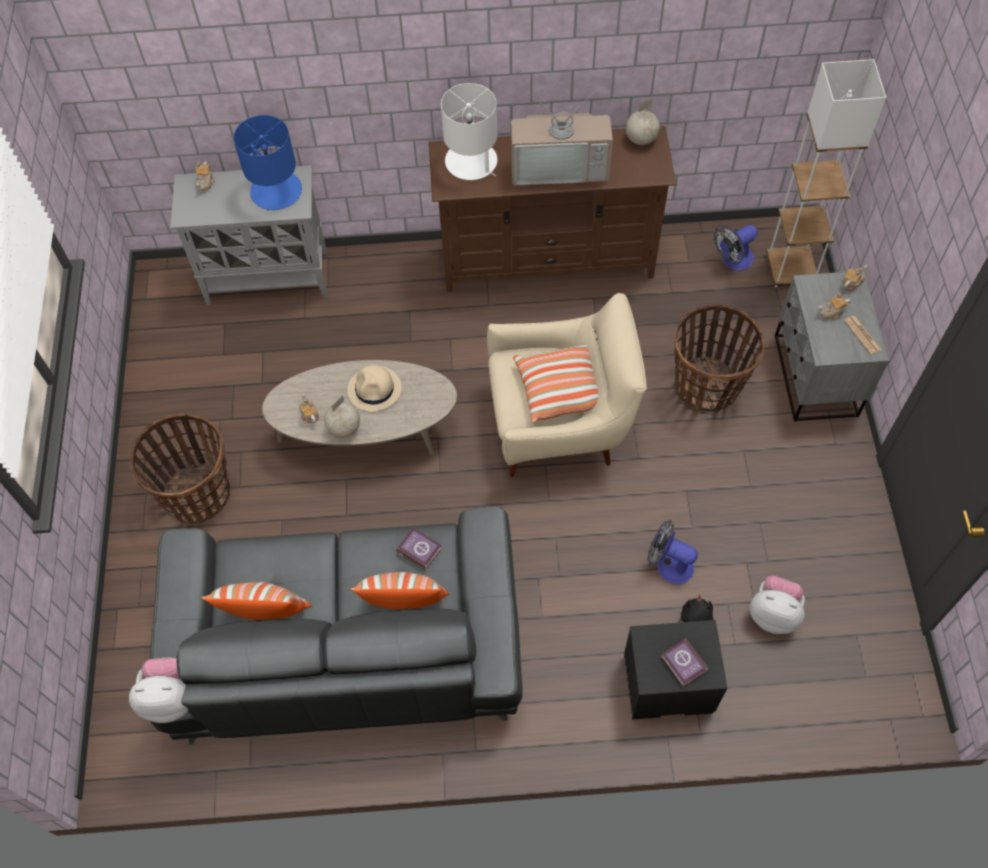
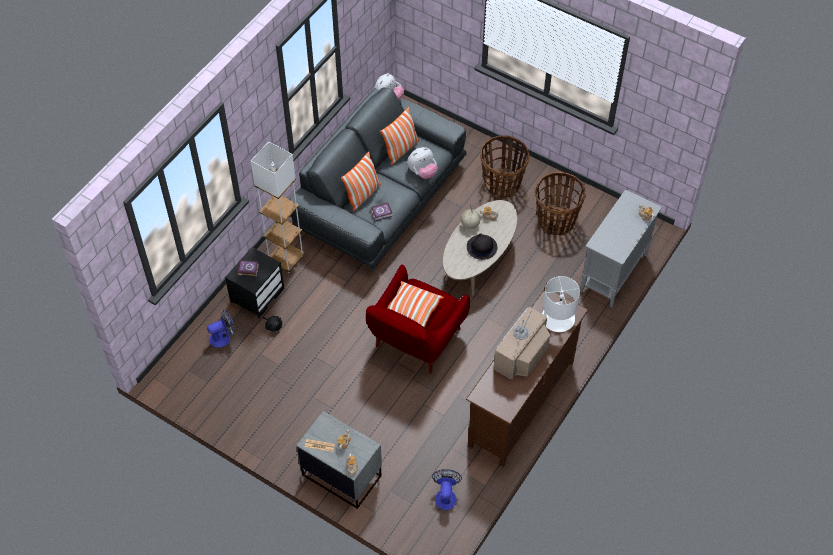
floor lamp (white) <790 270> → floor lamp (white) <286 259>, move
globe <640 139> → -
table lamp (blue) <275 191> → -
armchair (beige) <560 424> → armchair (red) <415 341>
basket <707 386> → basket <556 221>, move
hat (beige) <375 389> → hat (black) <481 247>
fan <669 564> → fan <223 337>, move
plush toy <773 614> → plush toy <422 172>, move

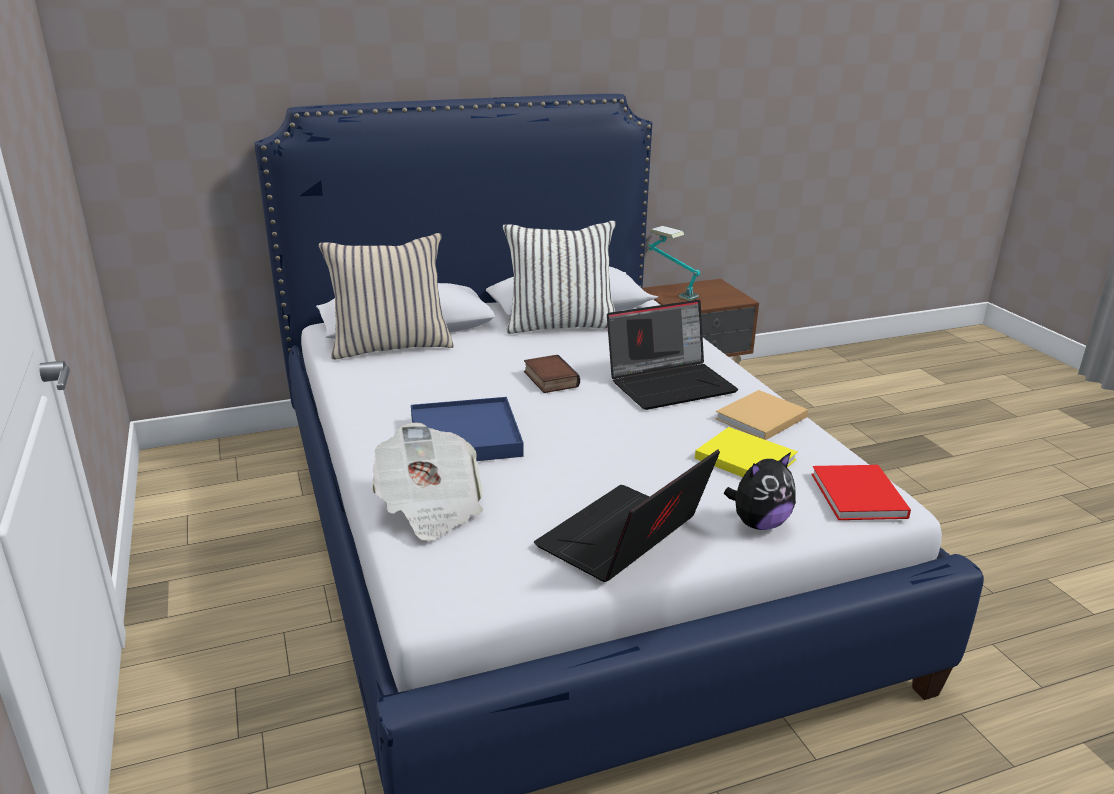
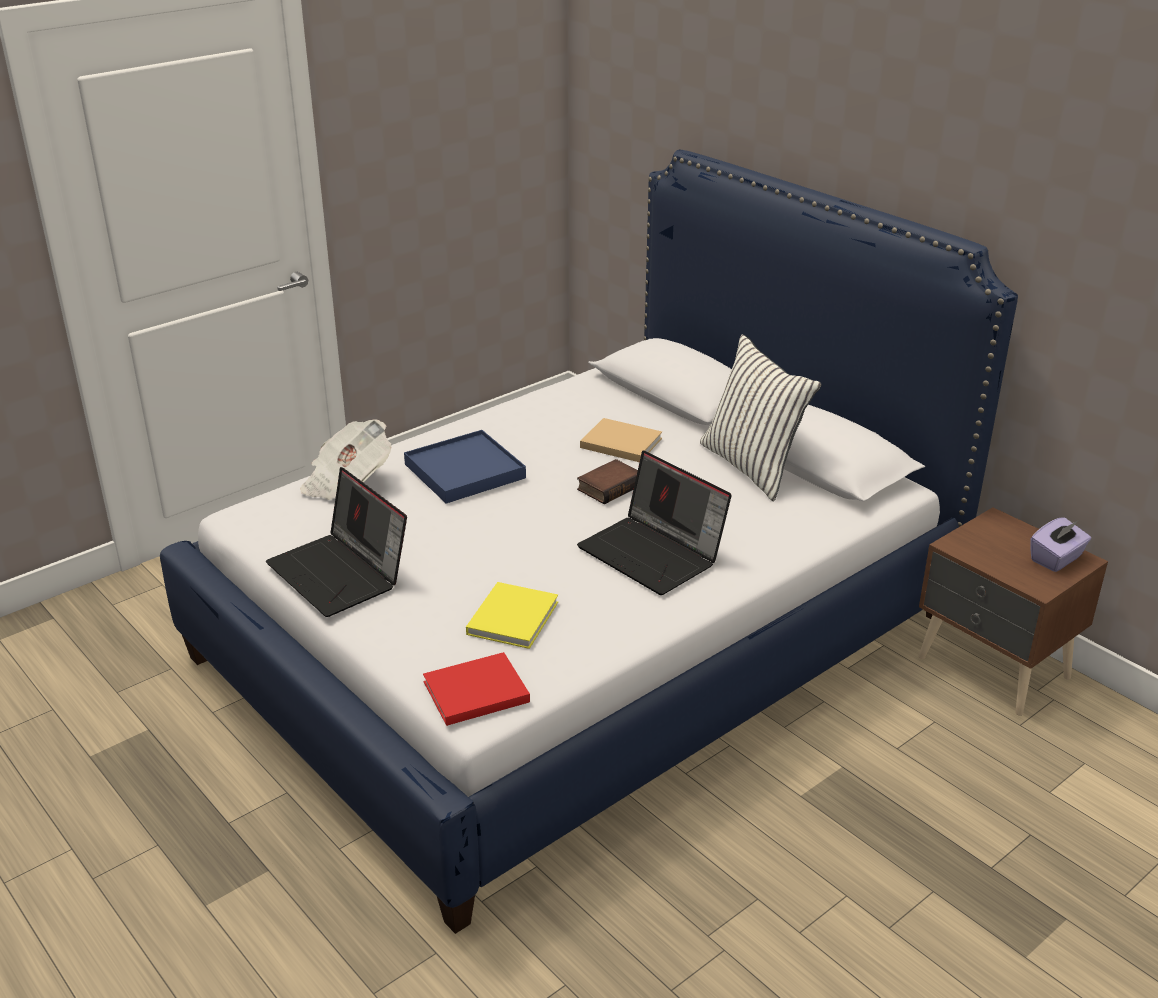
table lamp <670 291> → -
pillow (beige) <391 346> → -
book (beige) <759 419> → book (beige) <619 442>, move
laptop <623 540> → laptop <341 574>, 150 degrees counterclockwise
plush toy <758 523> → -
- → tissue box (purple) <1056 559>

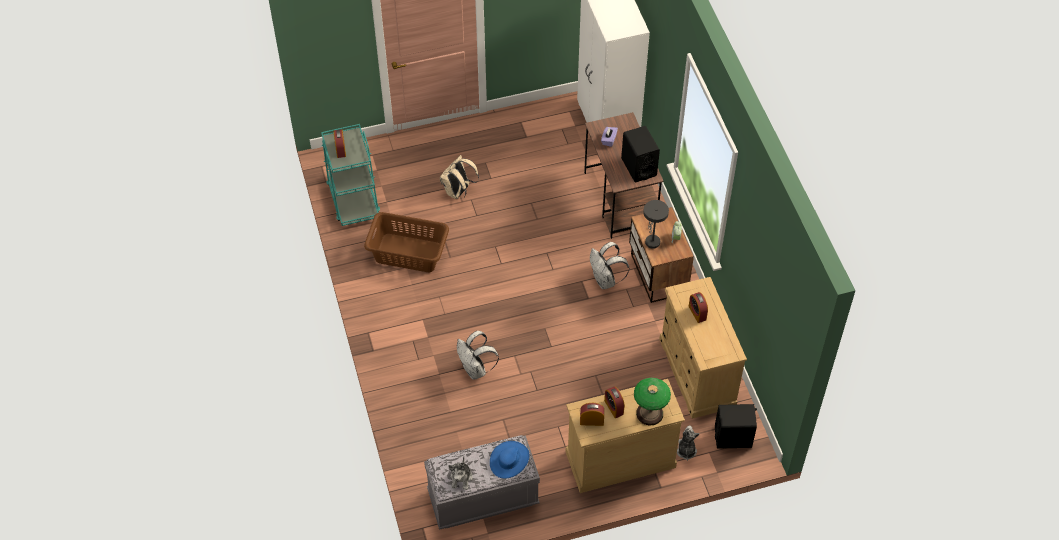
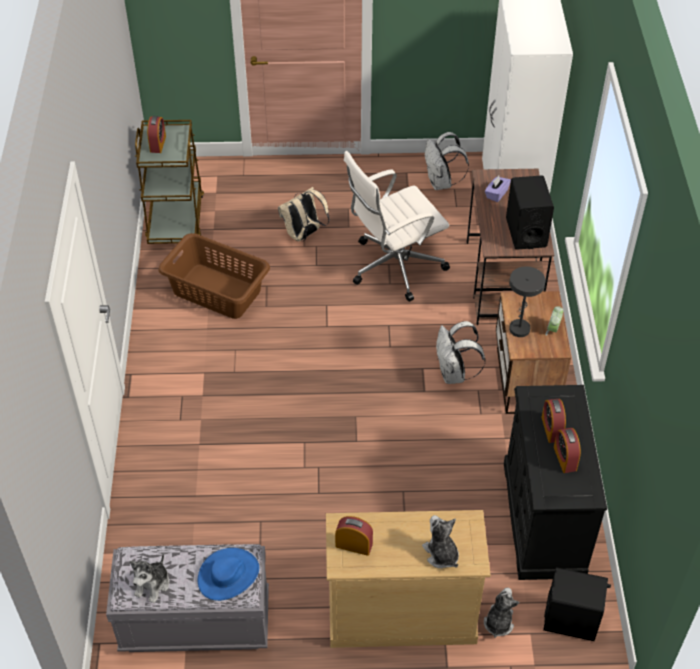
cart (turquoise) <353 199> → cart (brown) <175 219>
dresser (beige) <696 373> → dresser (black) <543 519>
backpack (white) <476 369> → backpack (white) <441 183>, move
table lamp <649 413> → plush toy <441 554>
alarm clock <613 407> → alarm clock <565 458>, move
- → office chair (white) <394 266>

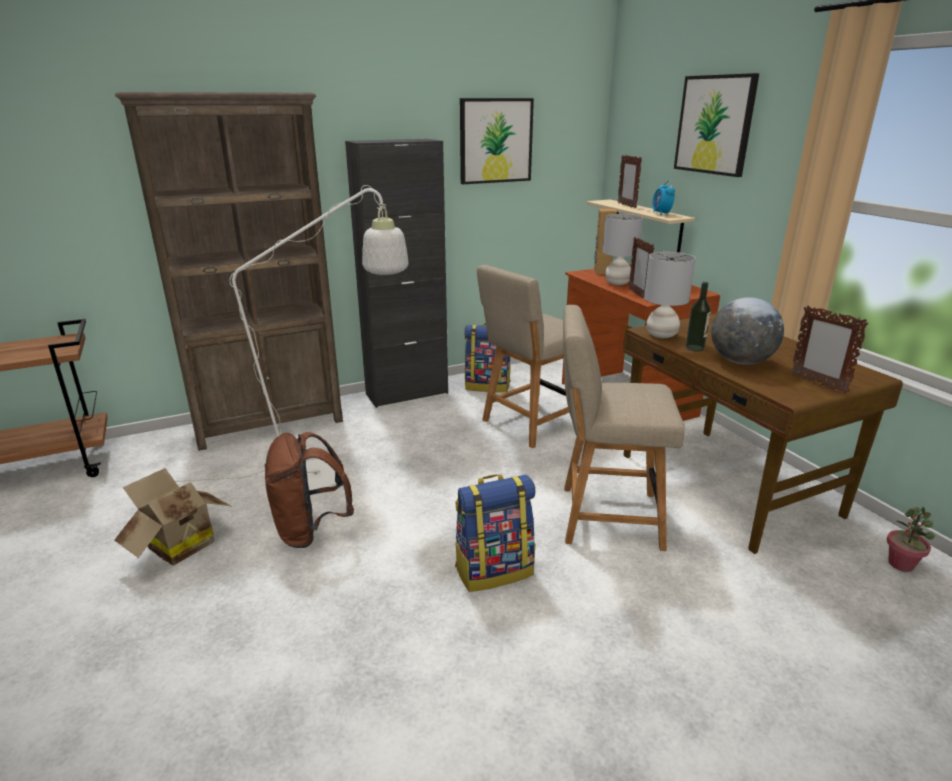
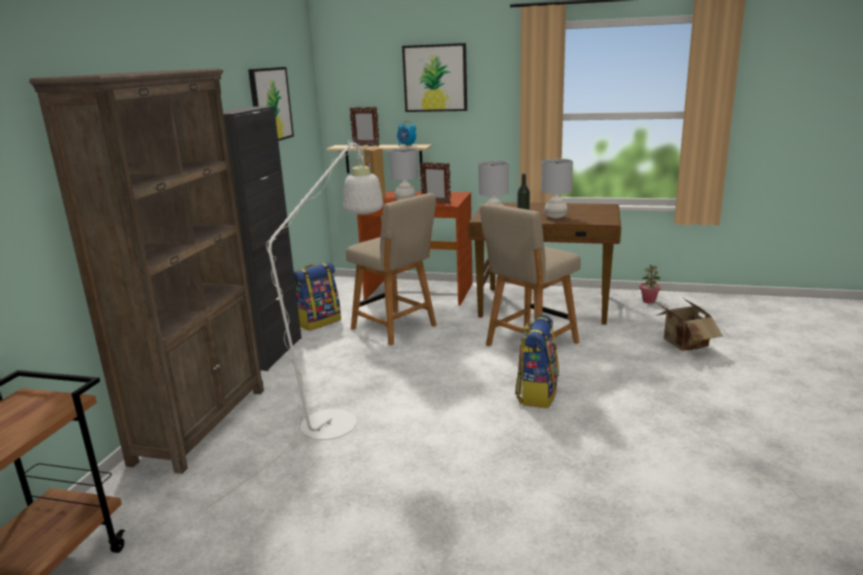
chair (beige) <529 424> → chair (beige) <396 328>, 45 degrees counterclockwise
globe <740 362> → table lamp (grey) <555 217>
picture frame <818 383> → -
backpack (brown) <310 530> → -
cardboard box <177 545> → cardboard box <683 345>, move

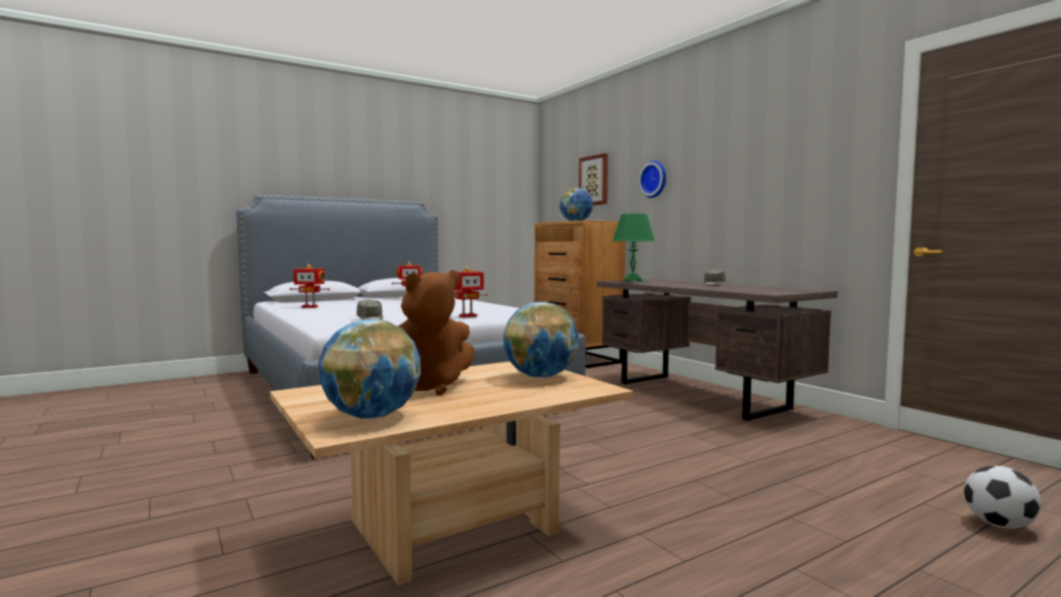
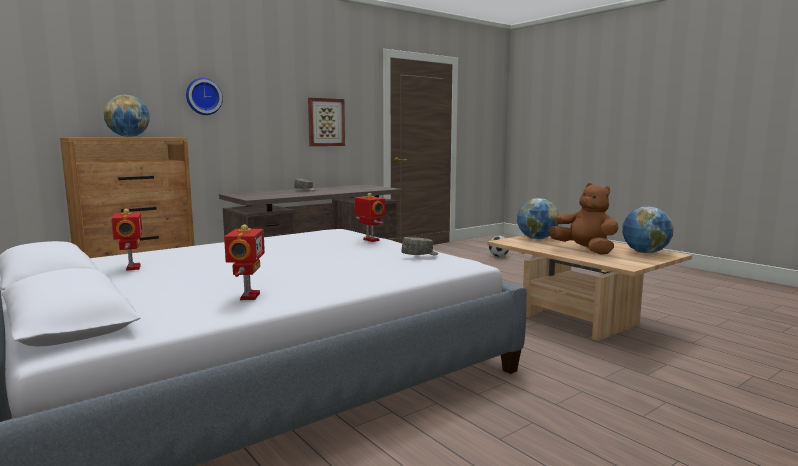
picture <594 180> → picture <326 122>, move
table lamp (green) <632 281> → -

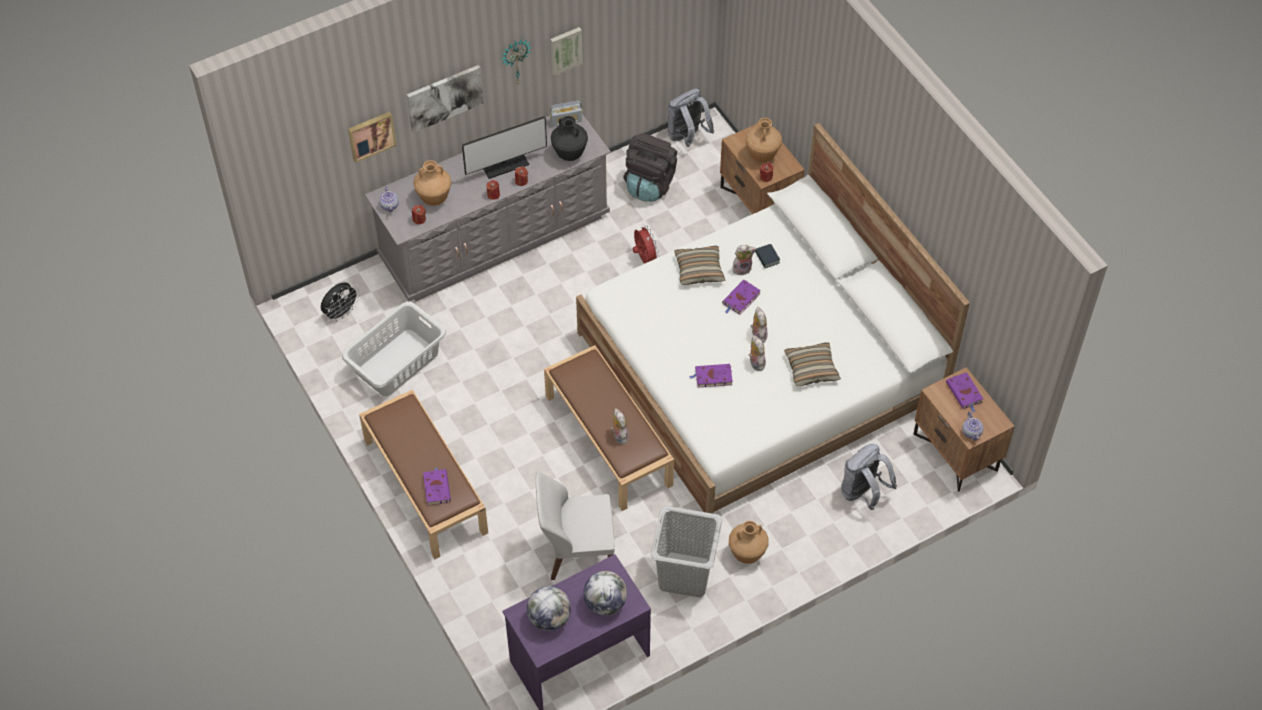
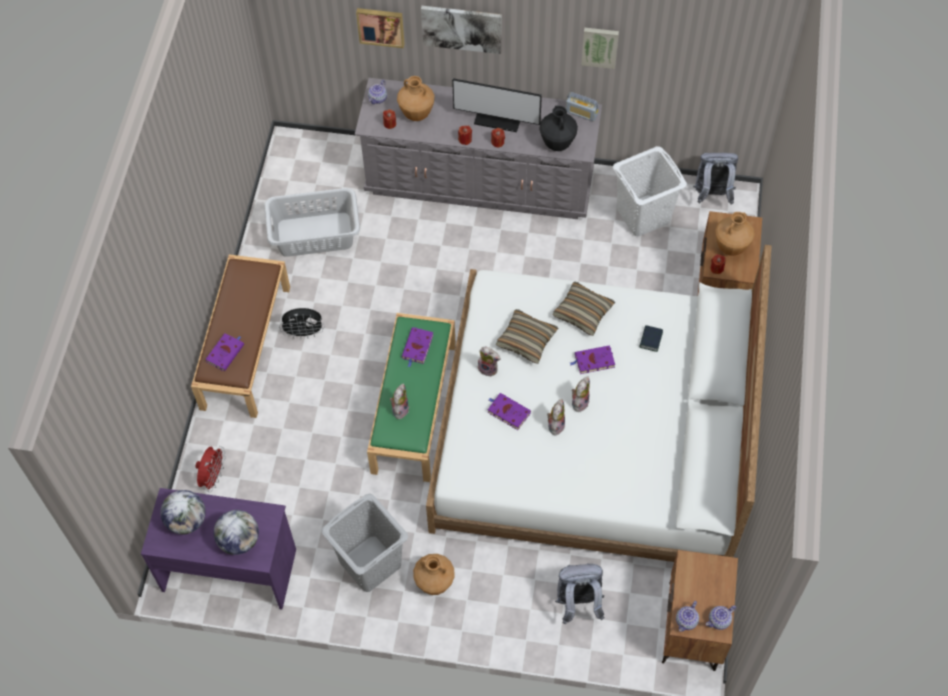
wall clock <515 61> → -
backpack (black) <650 184> → laundry basket (white) <644 216>
fan (red) <644 259> → fan (red) <213 477>, move
plush toy <742 268> → plush toy <489 368>, move
fan (black) <341 313> → fan (black) <304 333>, move
pillow <811 369> → pillow <526 340>, move
bench (brown) <609 440> → bench (green) <414 408>
book (purple) <965 393> → book (purple) <417 348>, move
chair (white) <577 552> → -
- → teapot <719 620>

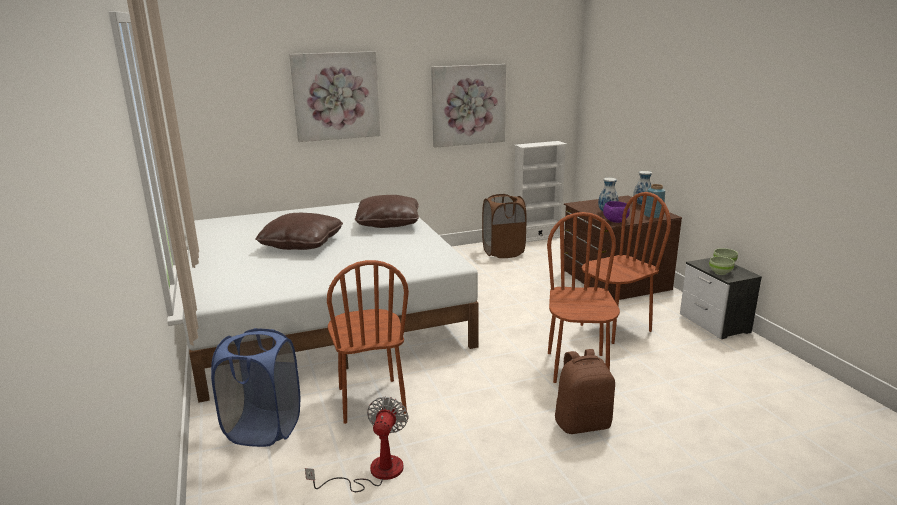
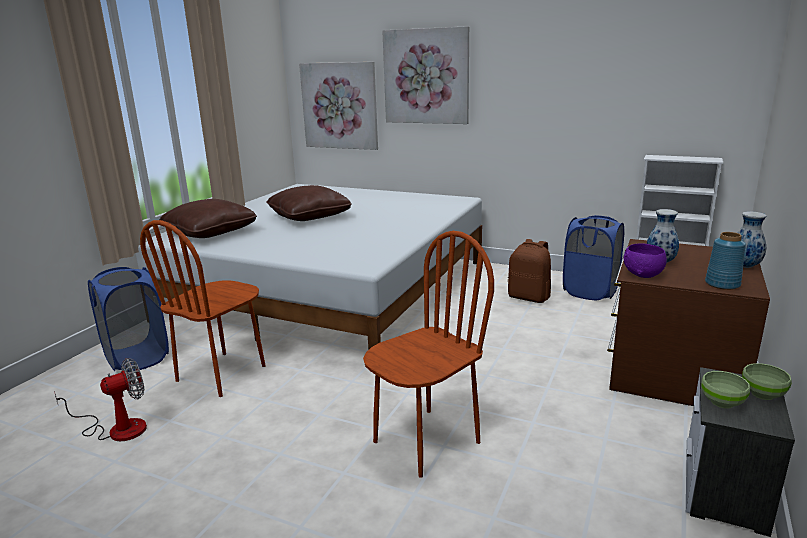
picture <468 105> → picture <339 106>, move
chair (brown) <615 328> → -
laundry basket (brown) <503 252> → laundry basket (blue) <590 291>
pillow (brown) <388 223> → pillow (brown) <210 233>, move
backpack (brown) <582 423> → backpack (brown) <529 297>, move

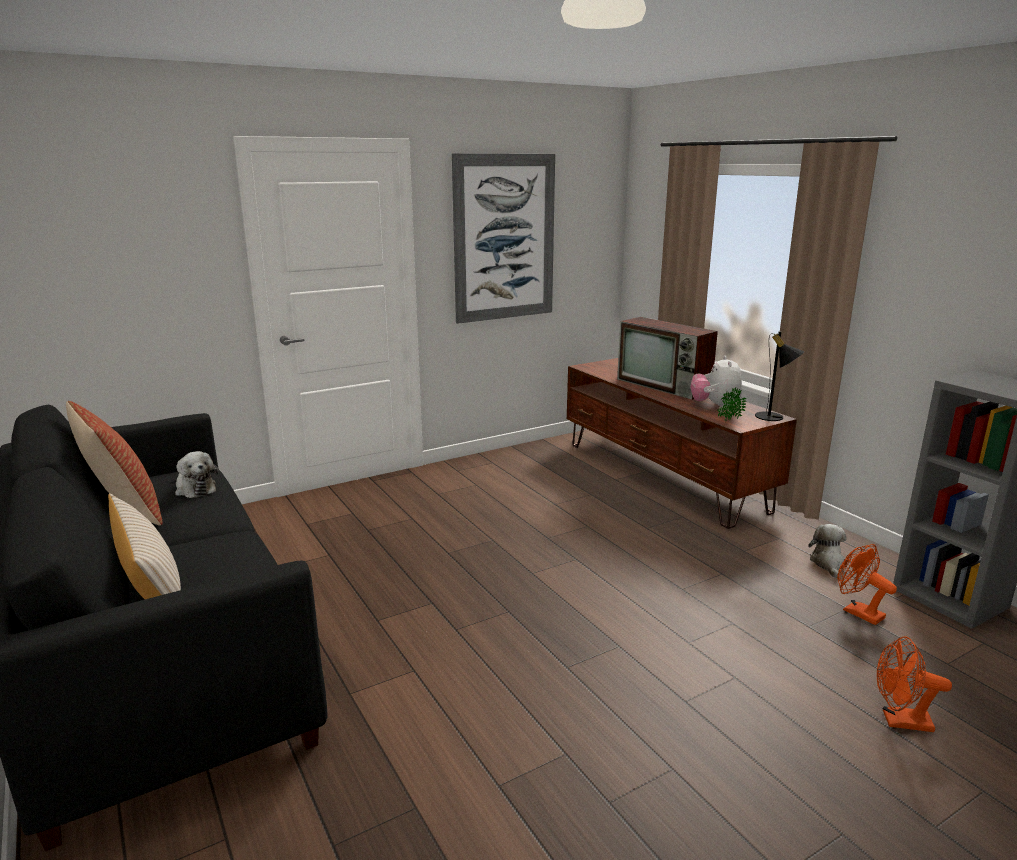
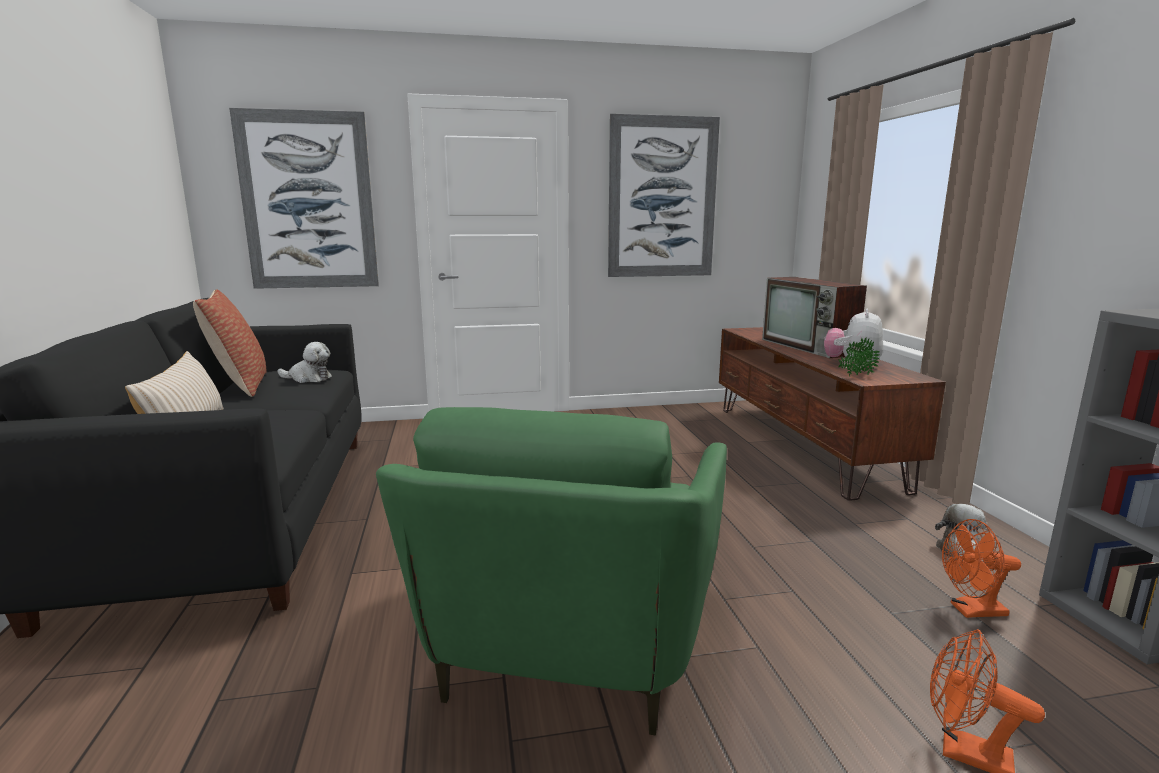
table lamp (black) <774 418> → -
plush toy <195 488> → plush toy <308 378>, 60 degrees counterclockwise
fan (orange) <857 612> → fan (orange) <971 611>, 75 degrees counterclockwise
- → picture <308 201>
- → armchair (green) <568 643>

